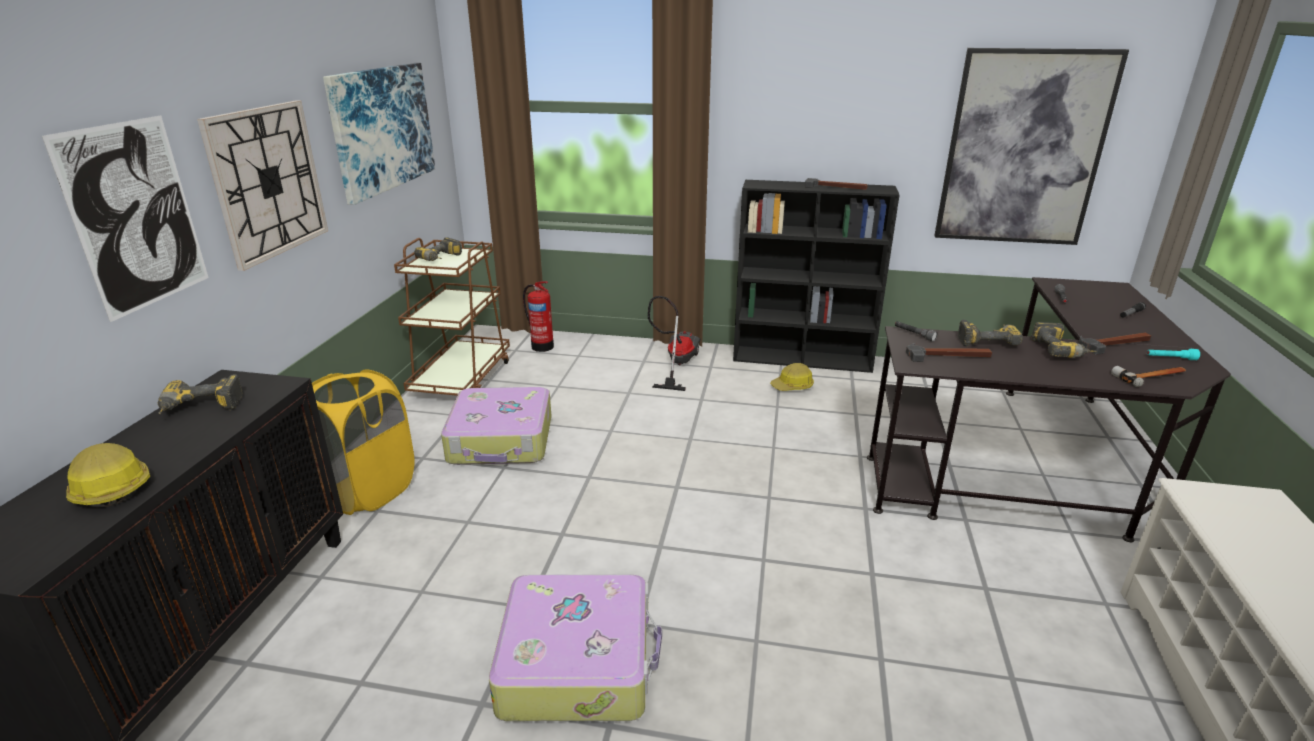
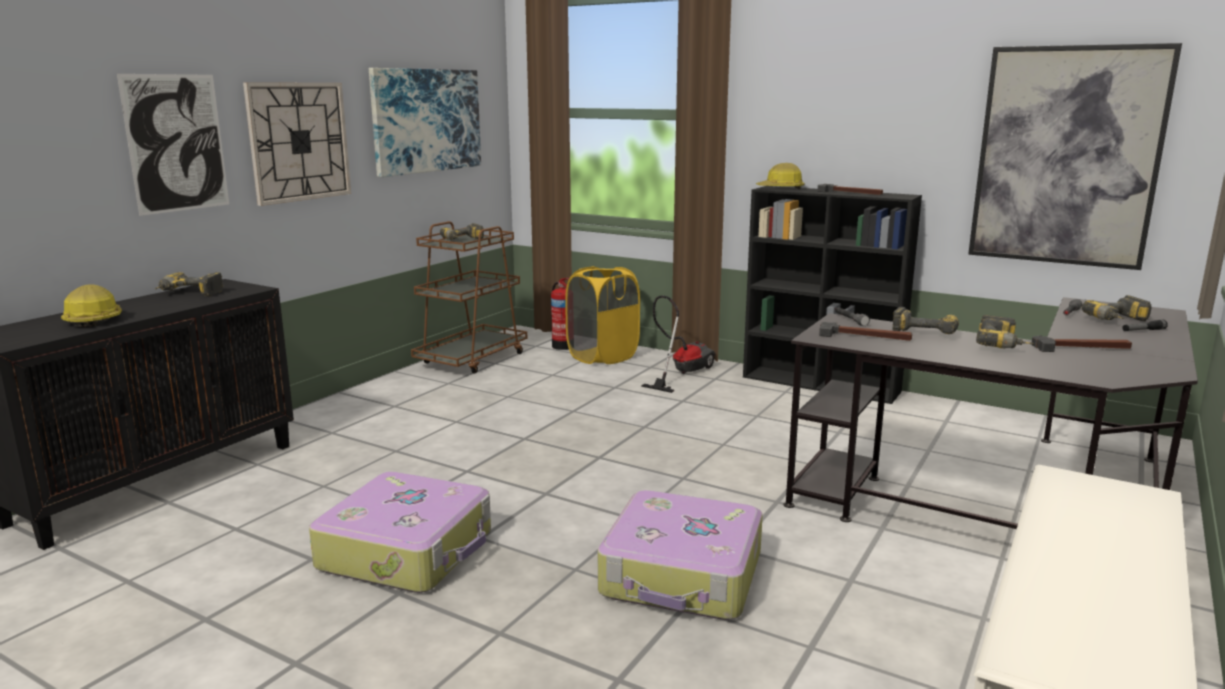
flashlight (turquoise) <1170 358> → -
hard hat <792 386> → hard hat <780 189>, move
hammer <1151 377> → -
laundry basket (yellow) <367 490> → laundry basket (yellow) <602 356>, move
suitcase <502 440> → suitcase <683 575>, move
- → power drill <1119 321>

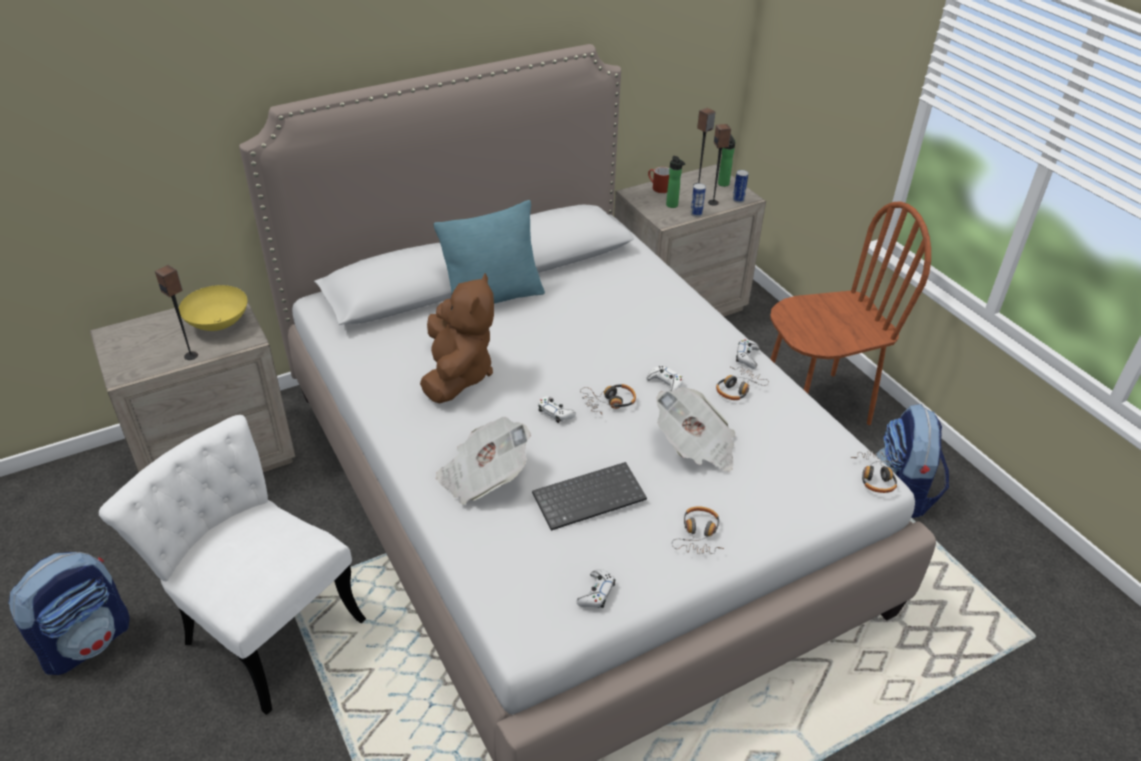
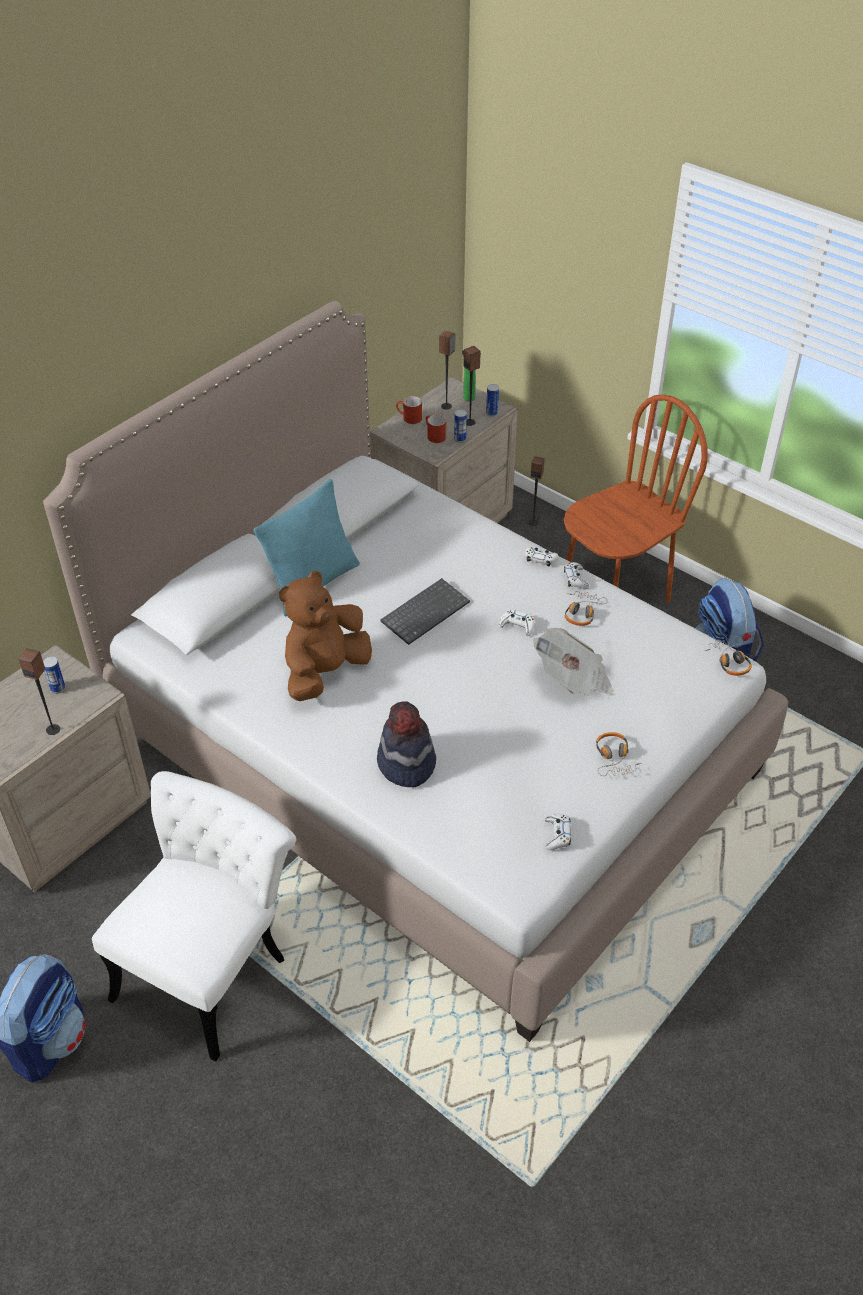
bottle <673 206> → mug (red) <433 436>
plush toy (brown) <457 375> → plush toy (brown) <325 672>, 120 degrees counterclockwise
bowl (yellow) <218 324> → can <58 688>
headphones <609 403> → -
game controller (white) <555 413> → game controller (white) <540 559>, move
chair (white) <261 623> → chair (white) <211 965>, 105 degrees clockwise
newspaper <483 477> → hat <406 764>
keyboard <589 496> → keyboard <425 611>, move
- → speaker <533 522>

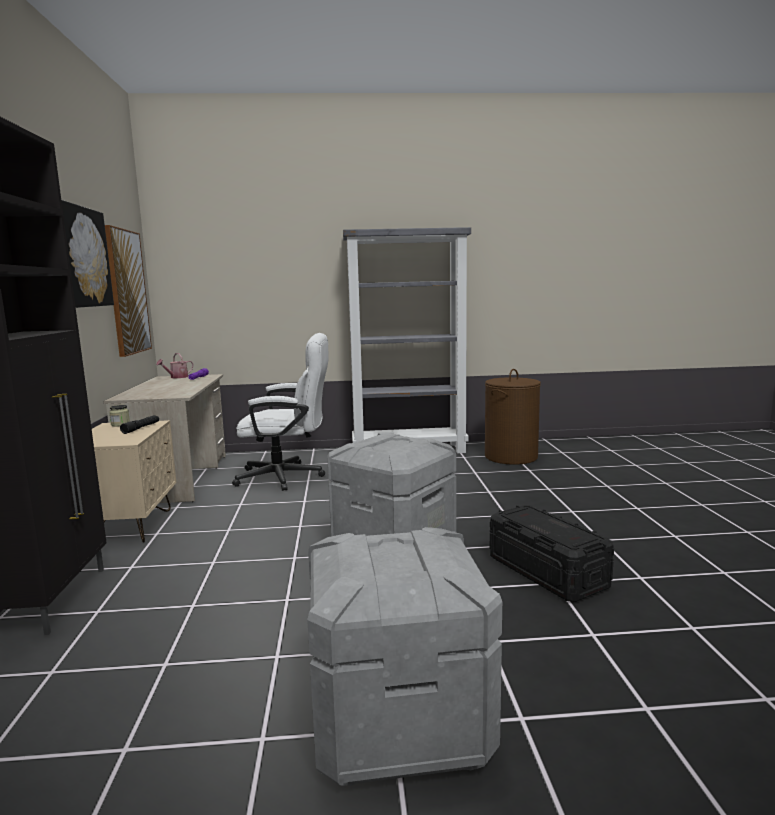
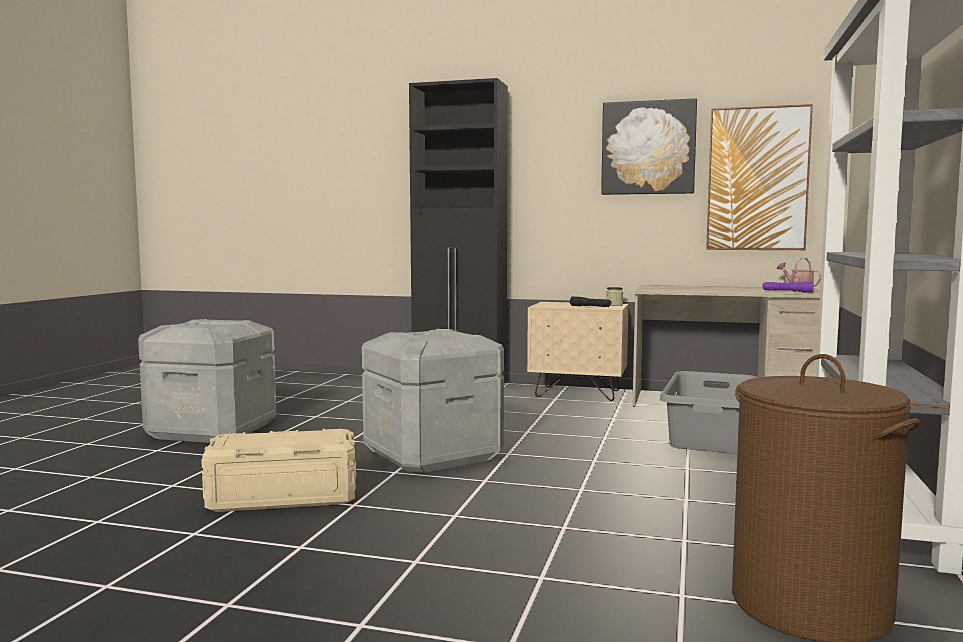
office chair (white) <288 477> → laundry basket (grey) <709 437>
storage box (black) <546 571> → storage box (beige) <283 497>

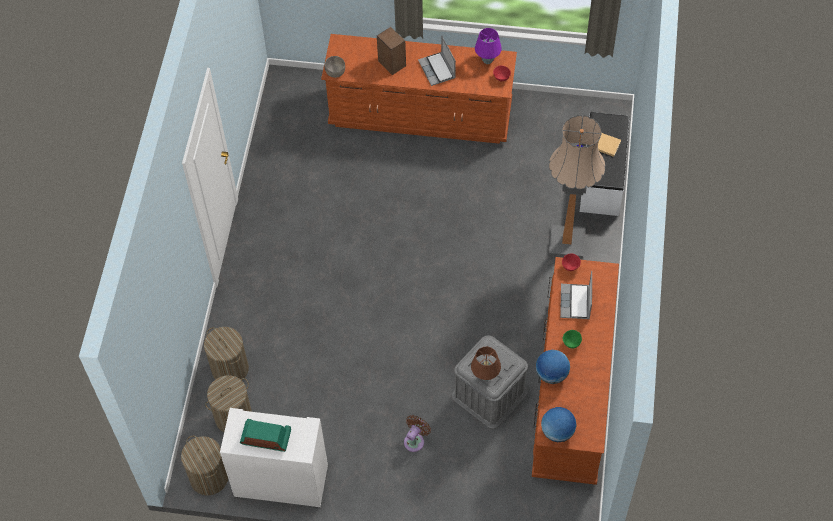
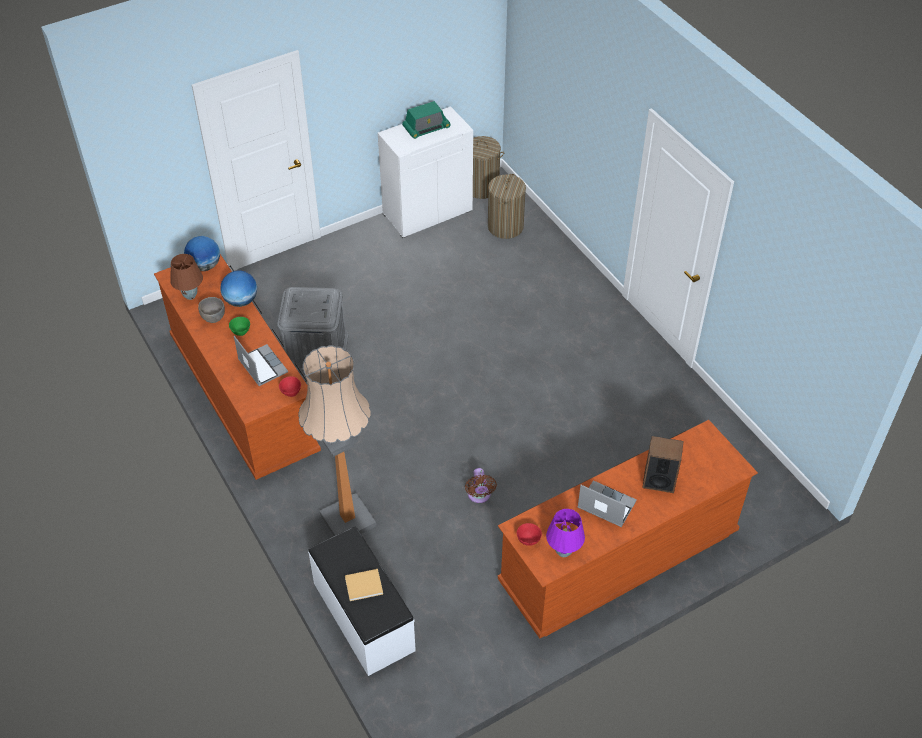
bowl (grey) <335 73> → bowl (grey) <213 317>, move
laundry basket <230 369> → -
table lamp (brown) <485 376> → table lamp (brown) <191 296>, move
fan (brown) <415 440> → fan (brown) <479 495>, move

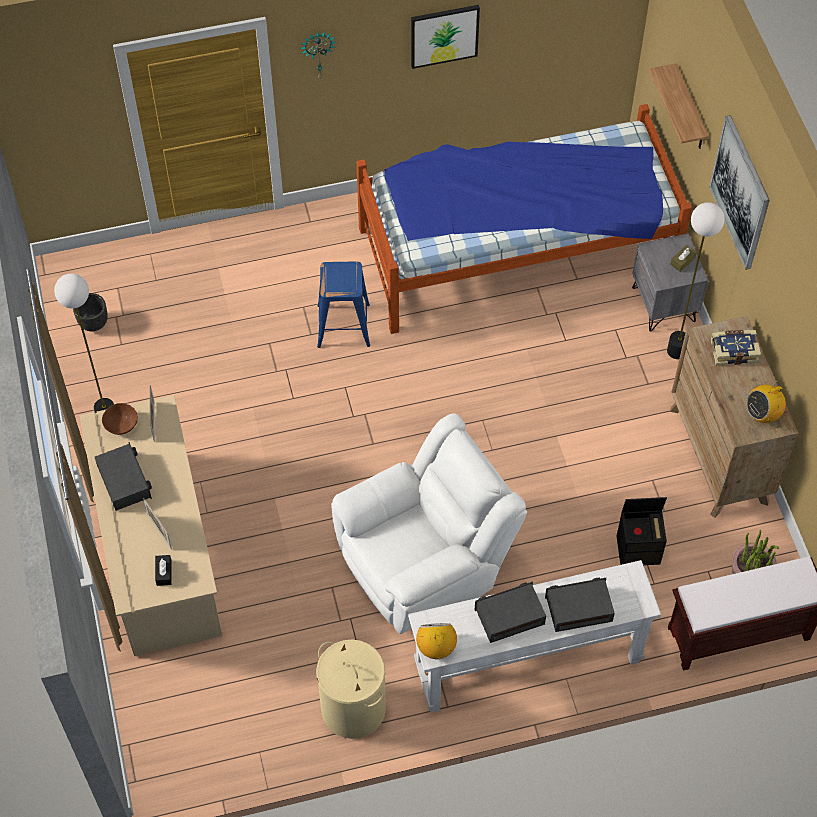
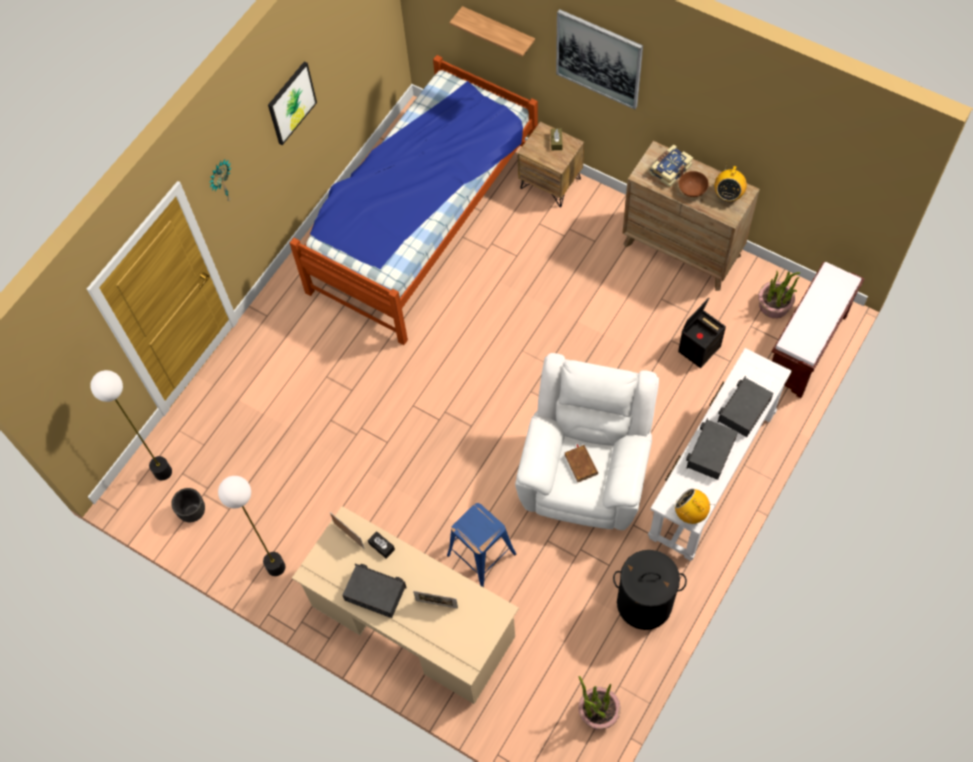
floor lamp <676 350> → floor lamp <162 472>, move
nightstand (grey) <664 304> → nightstand (brown) <551 183>
stool (blue) <344 325> → stool (blue) <482 554>, move
bowl (brown) <121 425> → bowl (brown) <692 190>, move
tissue box (black) <164 573> → tissue box (black) <381 546>, move
laundry basket (beige) <353 708> → laundry basket (black) <644 603>
- → book (brown) <581 464>
- → potted plant <598 711>

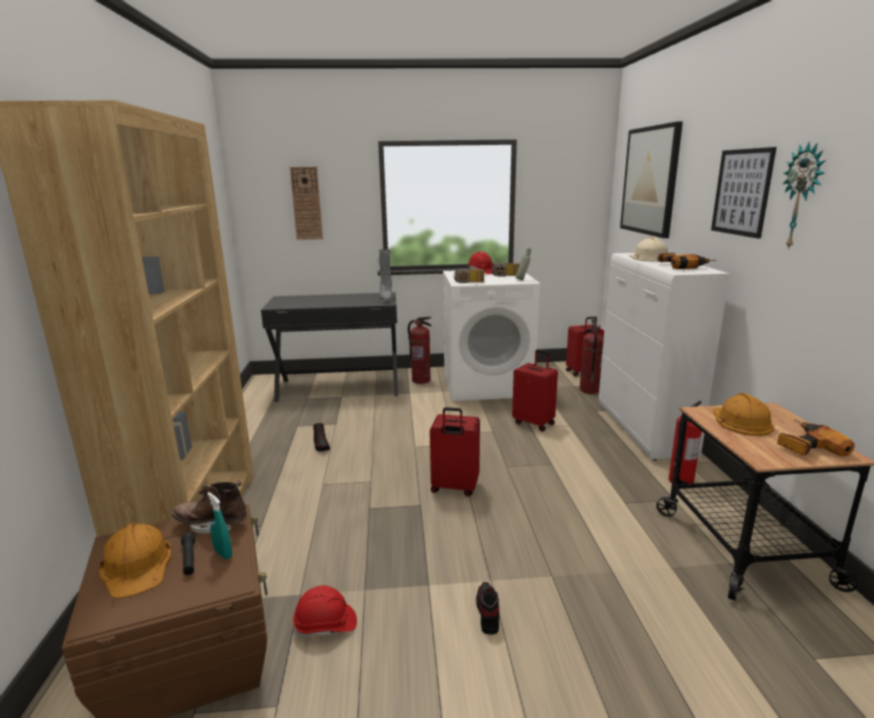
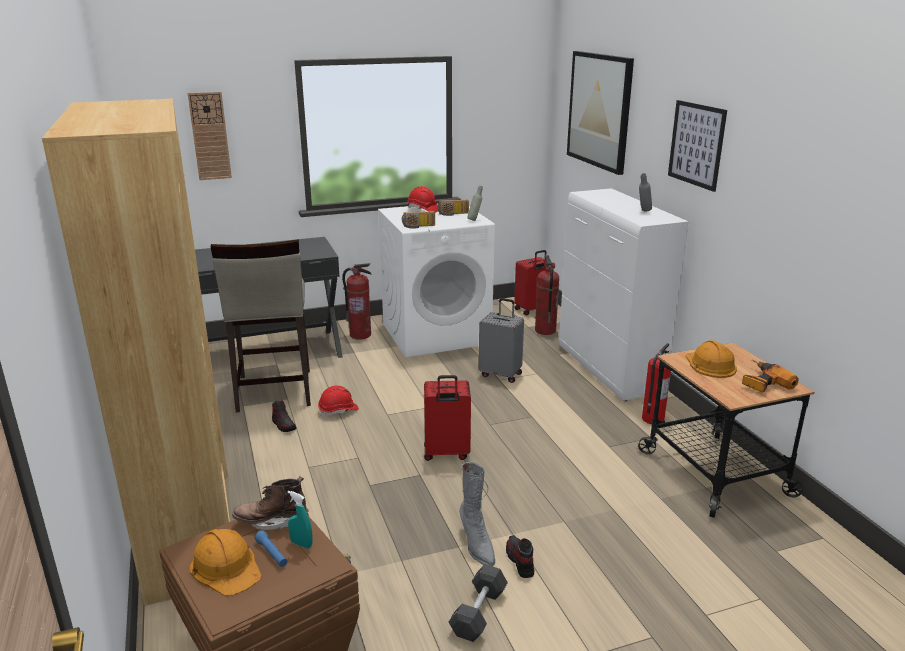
wall clock <802 197> → -
hard hat (beige) <648 258> → -
boot (grey) <386 298> → boot (grey) <477 545>, move
power drill <682 266> → bottle (grey) <643 211>
suitcase (red) <534 423> → suitcase (grey) <501 374>
flashlight (black) <189 559> → flashlight (blue) <272 554>
hard hat (red) <325 625> → hard hat (red) <338 411>, move
- → stool (beige) <273 391>
- → dumbbell (grey) <478 613>

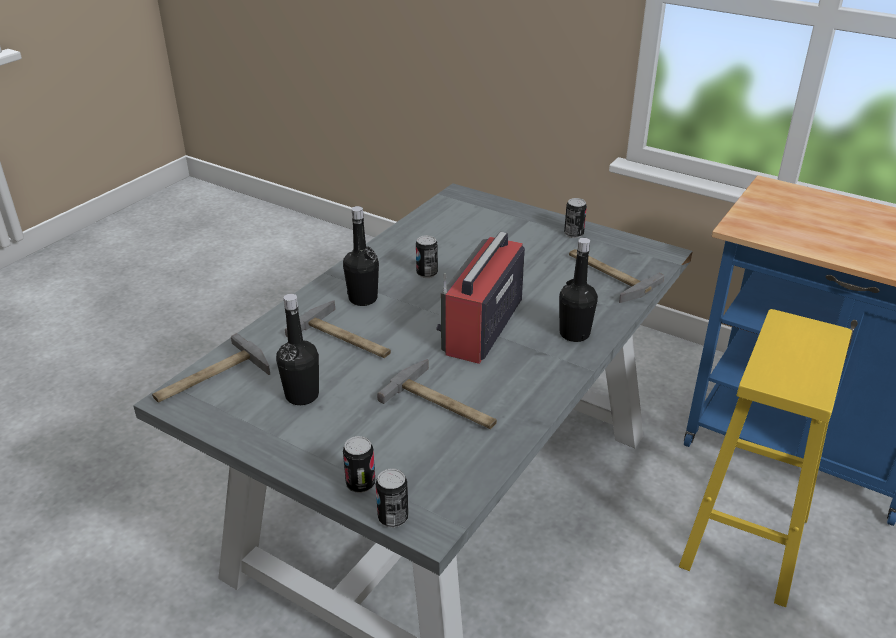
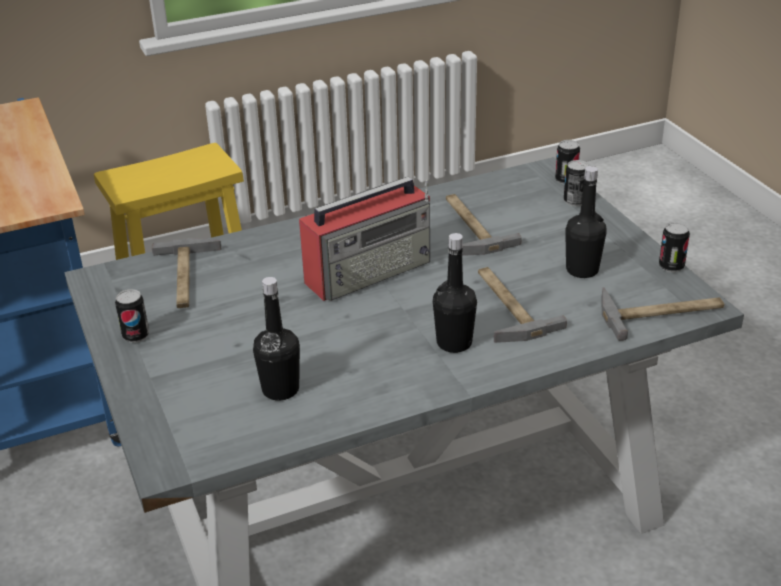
can <427 273> → can <671 266>, move
bottle (black) <574 334> → bottle (black) <280 389>, move

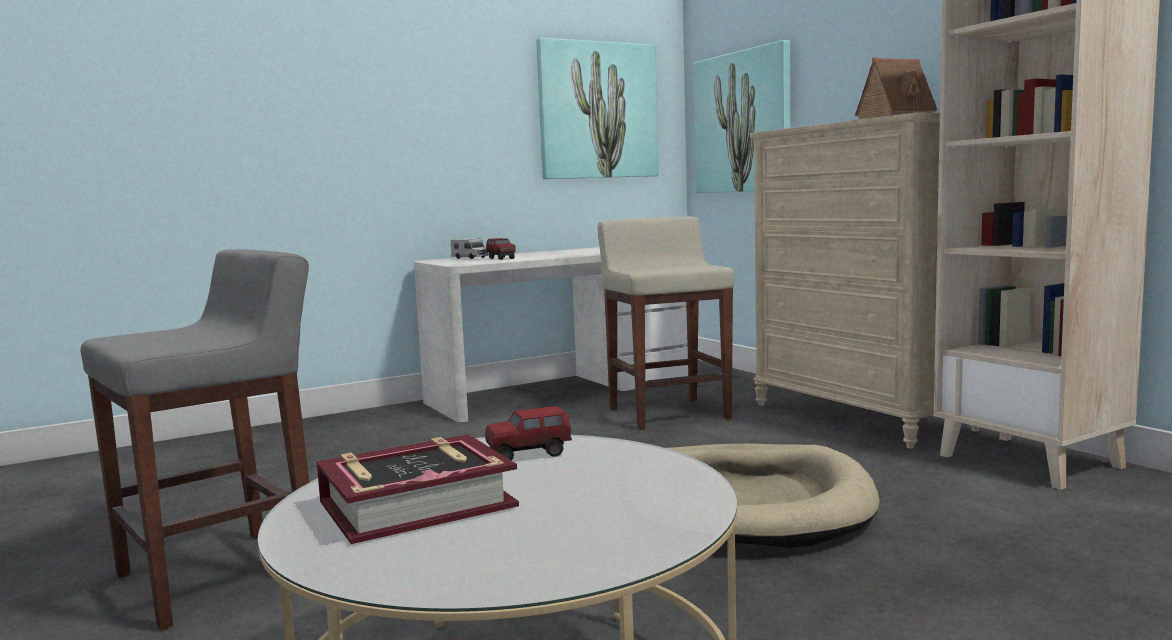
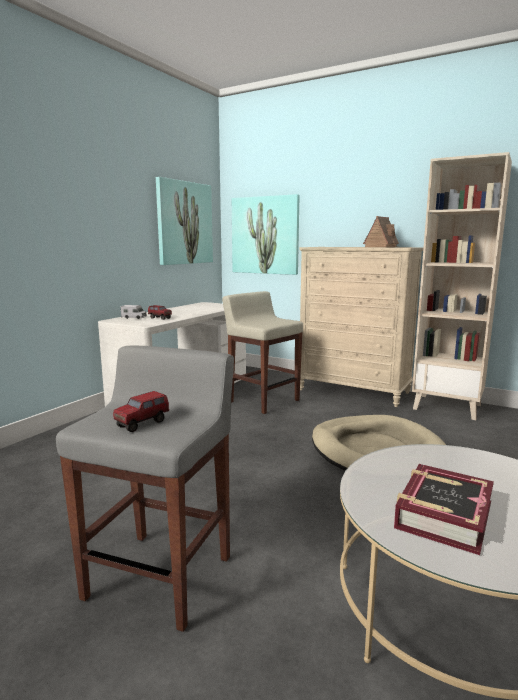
toy truck <529 455> → toy truck <142 424>, move

